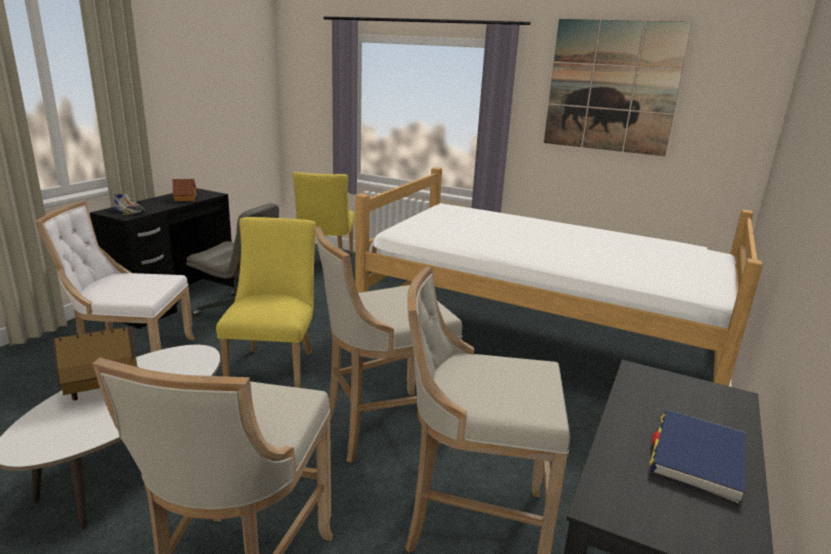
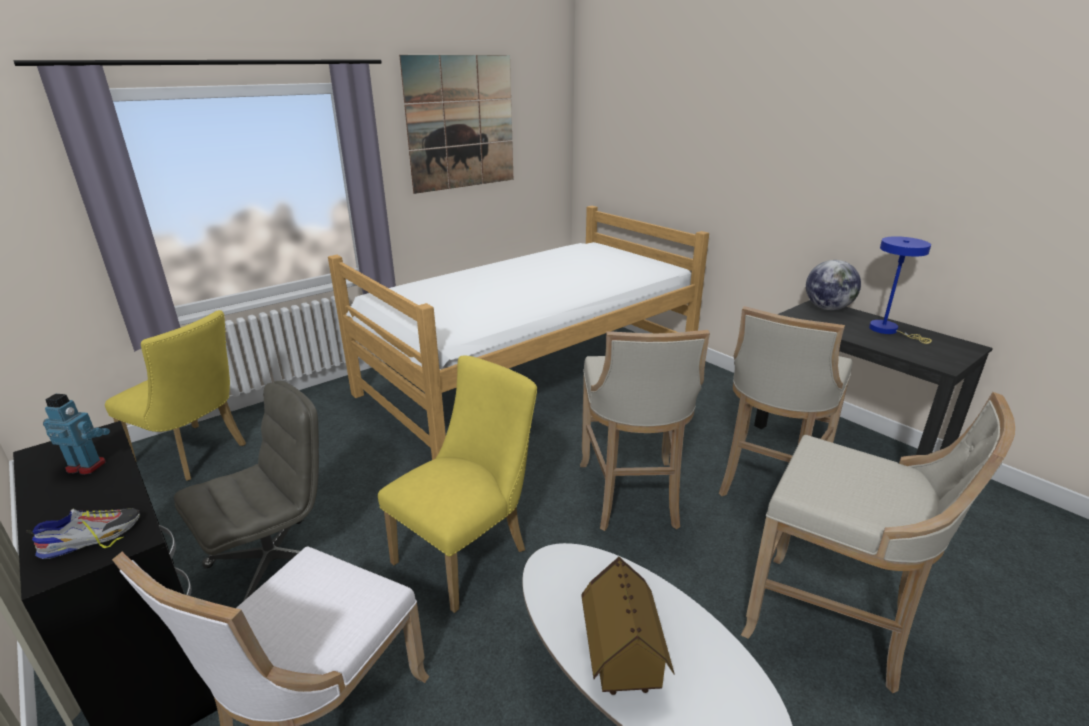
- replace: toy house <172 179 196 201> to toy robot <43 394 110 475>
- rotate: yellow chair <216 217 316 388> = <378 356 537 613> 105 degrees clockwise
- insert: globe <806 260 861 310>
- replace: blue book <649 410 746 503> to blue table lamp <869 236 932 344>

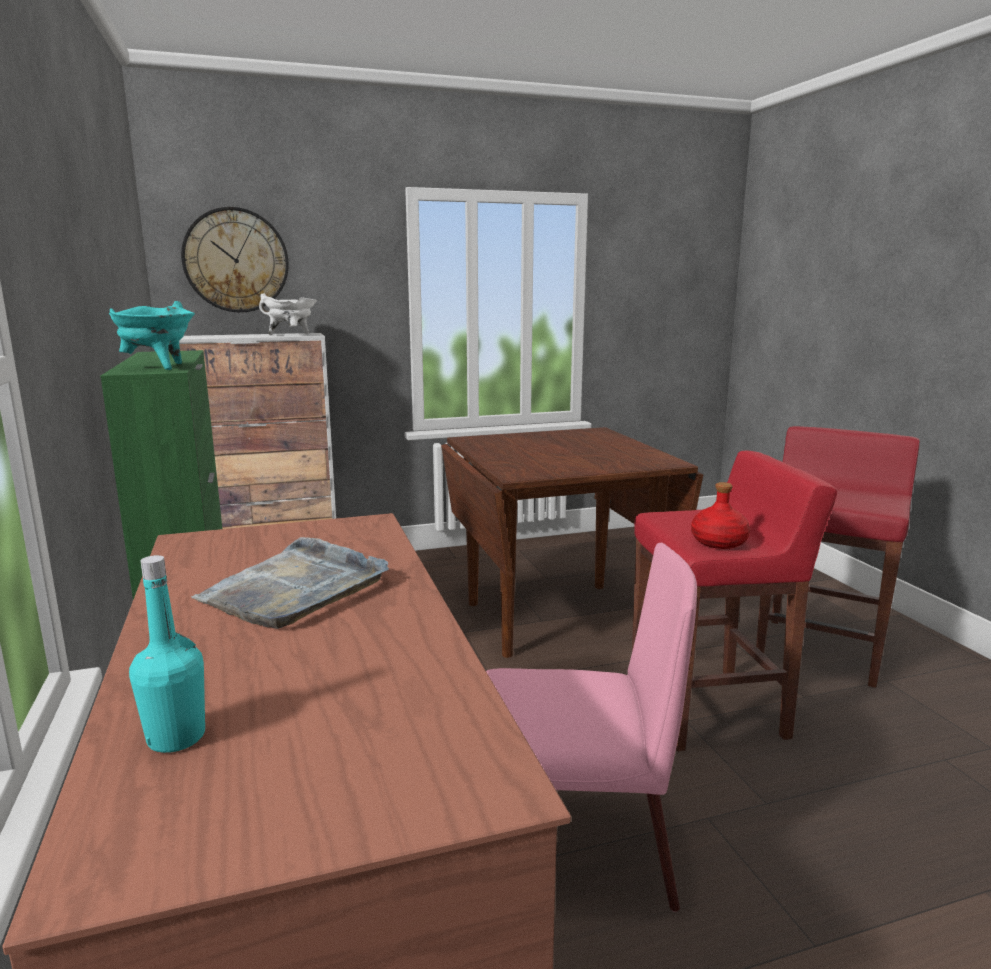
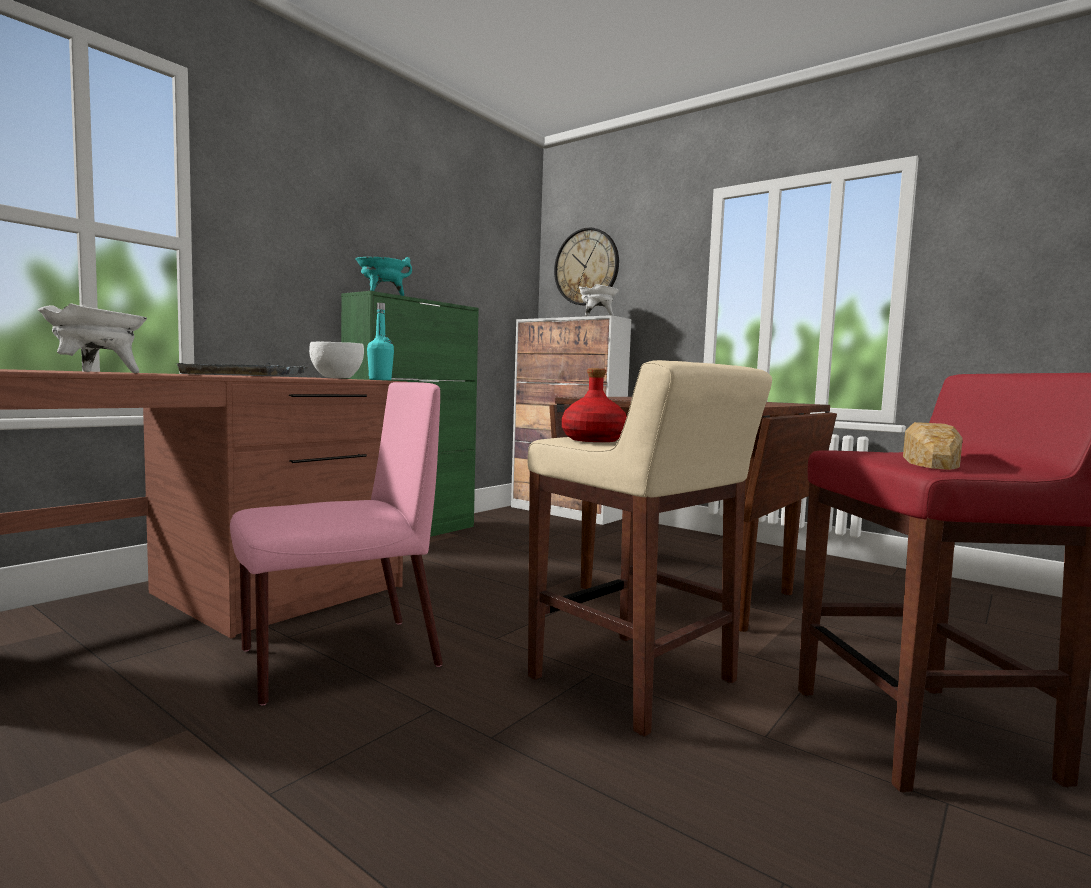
- insert: white cooking pot <38 304 147 373>
- rotate: pink chair <486 543 697 912> = <230 382 443 705> 90 degrees counterclockwise
- insert: white bowl <309 342 364 378>
- move: turquoise bottle <129 555 205 753> to <367 303 394 380>
- recolor: red stool <632 451 837 751> to beige stool <528 360 772 737>
- insert: bread <903 422 963 470>

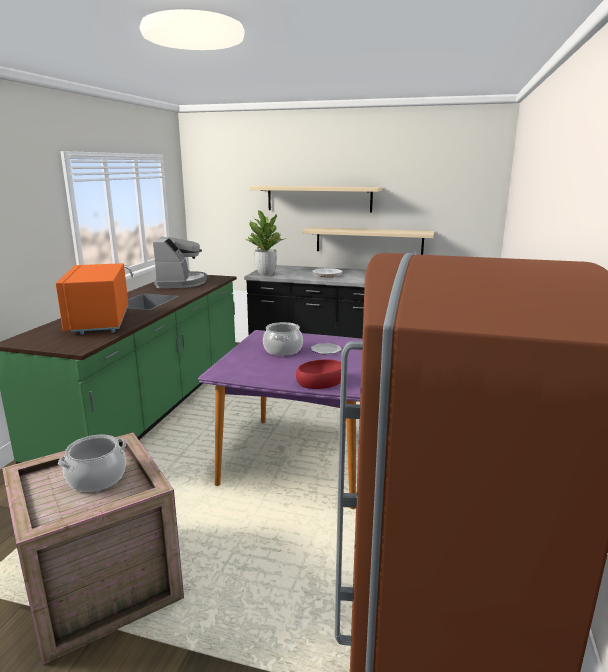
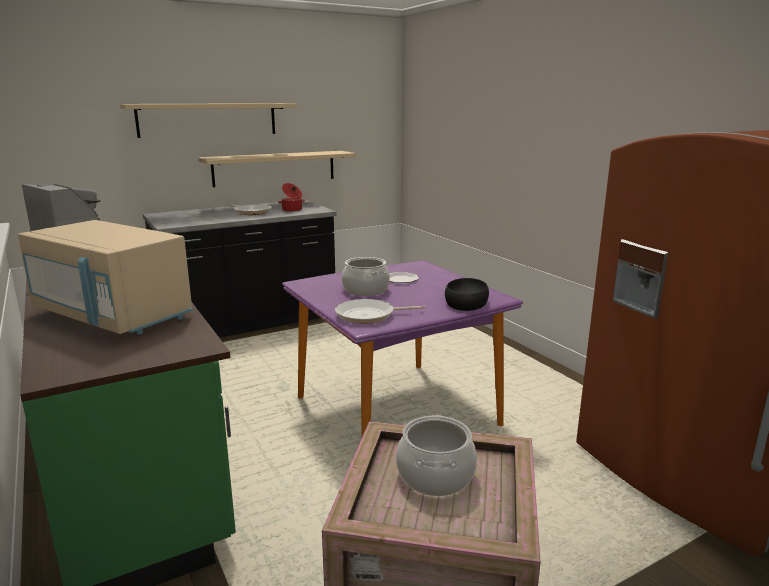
- recolor: orange microwave <55 263 128 335> to beige microwave <18 220 193 335>
- insert: cooking pot <278 183 306 212>
- insert: frying pan <335 299 425 324>
- recolor: red bowl <296 359 341 389> to black bowl <445 278 489 311>
- delete: potted plant <245 211 287 276>

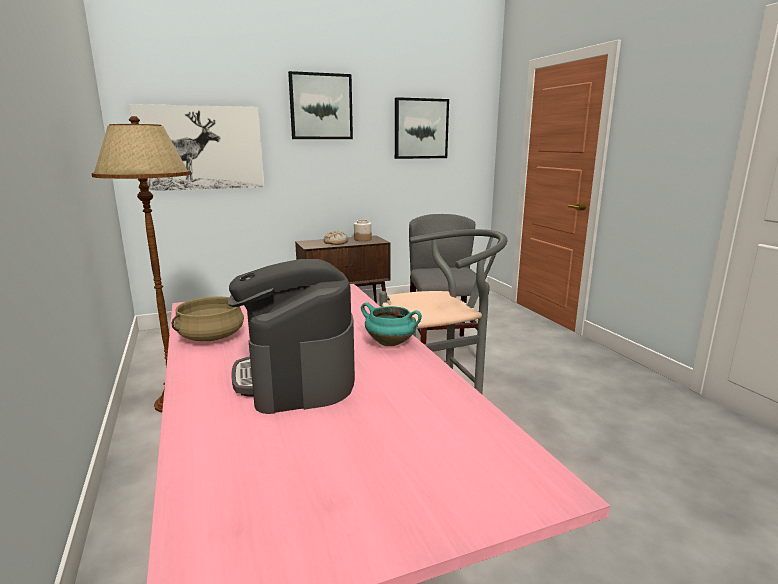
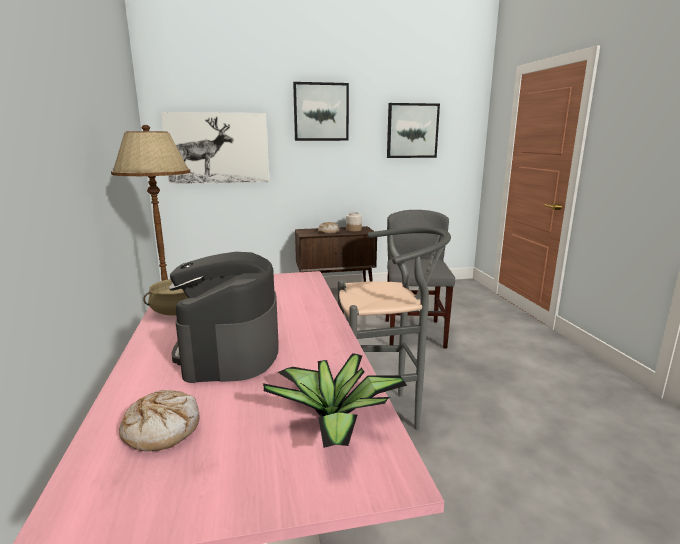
- insert: bread <119 390 199 451>
- insert: potted plant <263 353 407 448>
- delete: turquoise cooking pot <361 302 422 346>

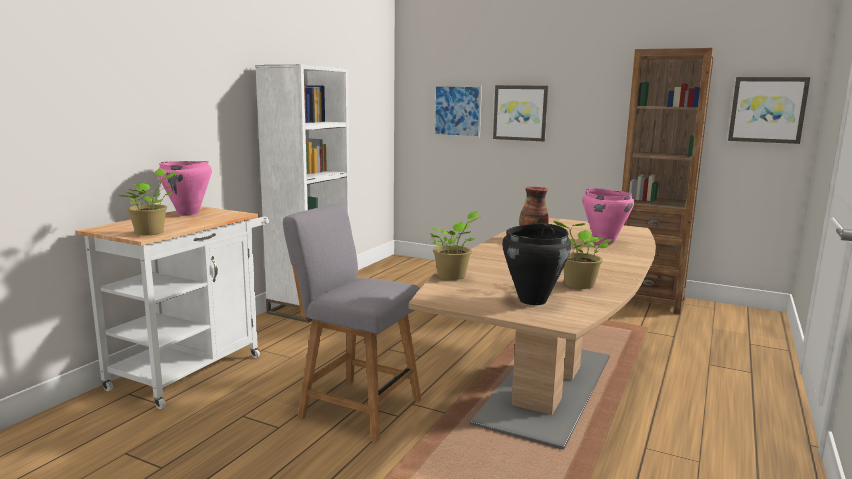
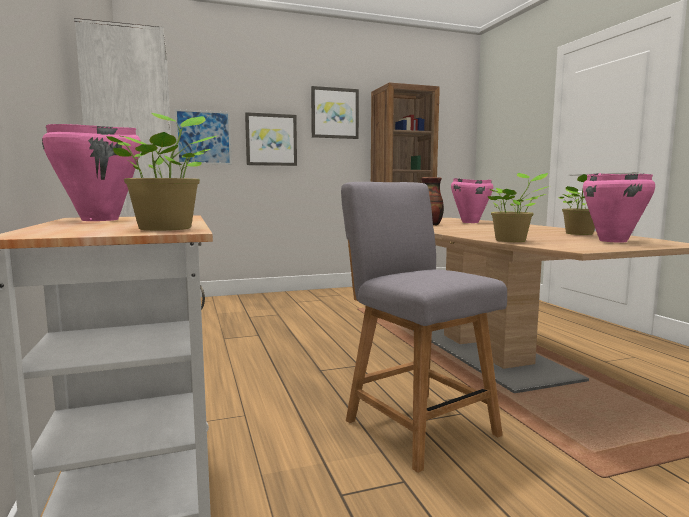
- move: picture <728 77 810 144> to <311 86 359 139>
- rotate: grey chair <283 203 422 442> = <341 182 507 473> 75 degrees clockwise
- recolor: black cooking pot <502 224 571 305> to pink cooking pot <583 173 655 242>

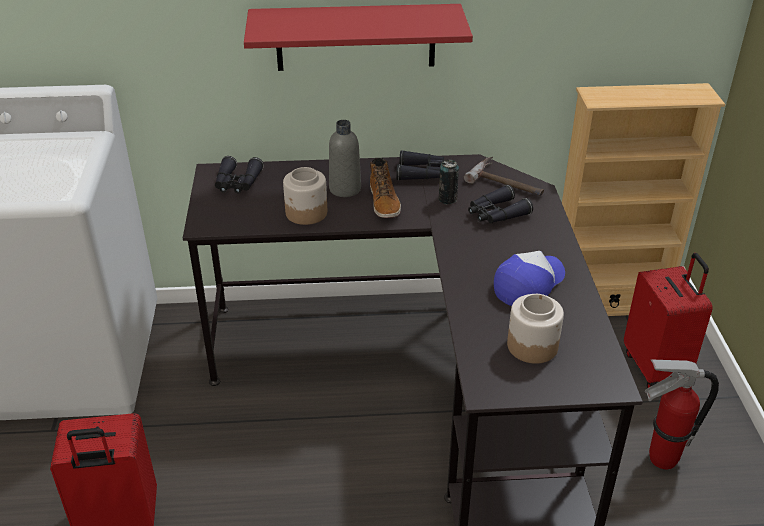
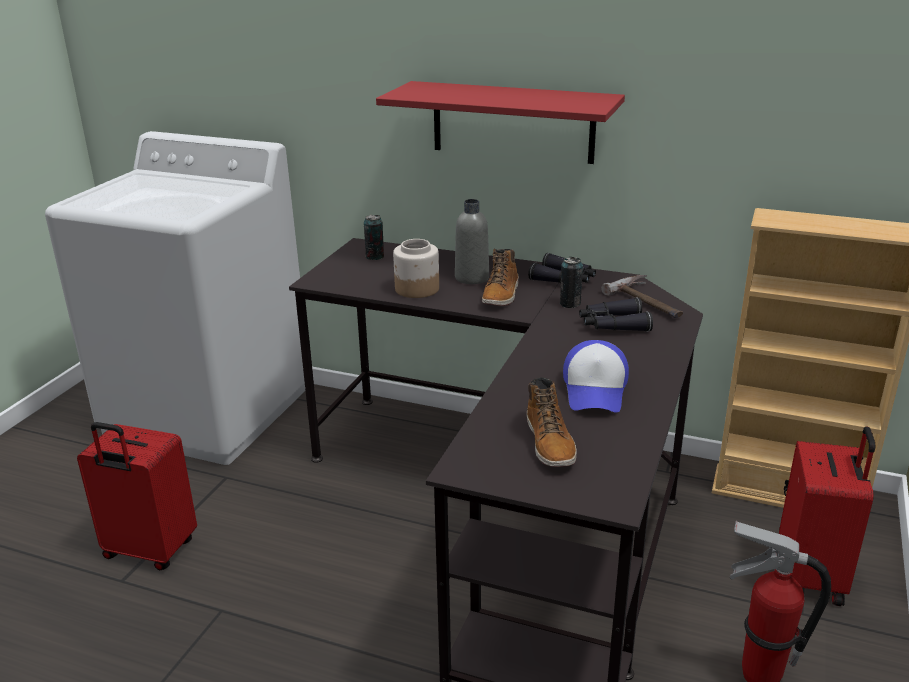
- replace: black binoculars <215 156 264 193> to can <364 215 384 260>
- replace: jar <507 294 564 364> to boot <527 377 577 467>
- rotate: cap <494 251 565 306> = <563 340 629 413> 120 degrees clockwise

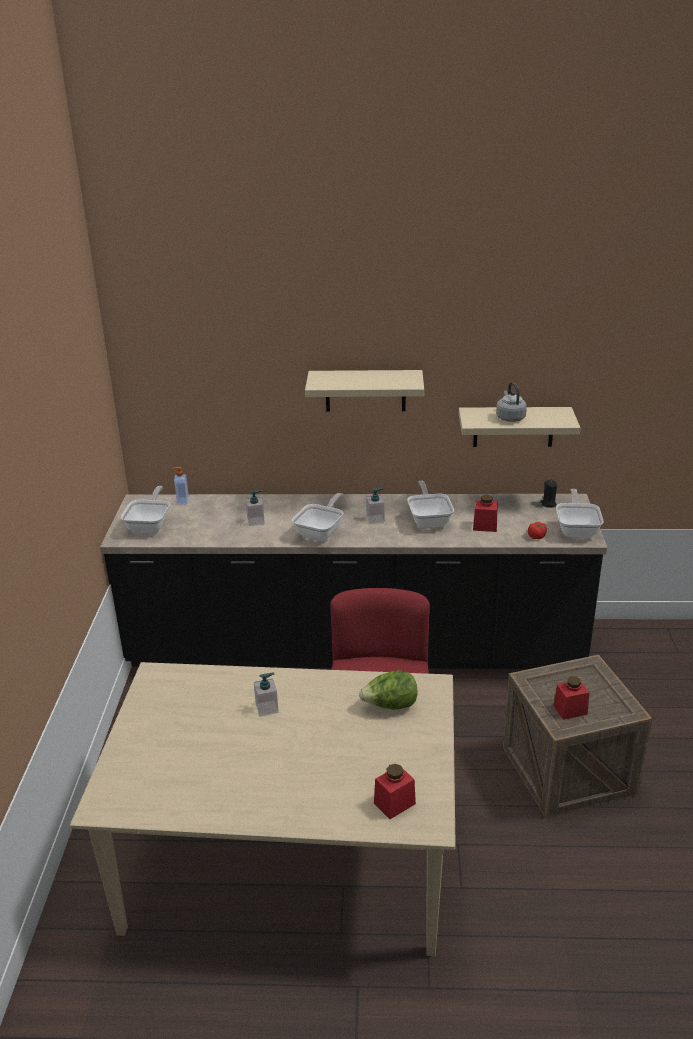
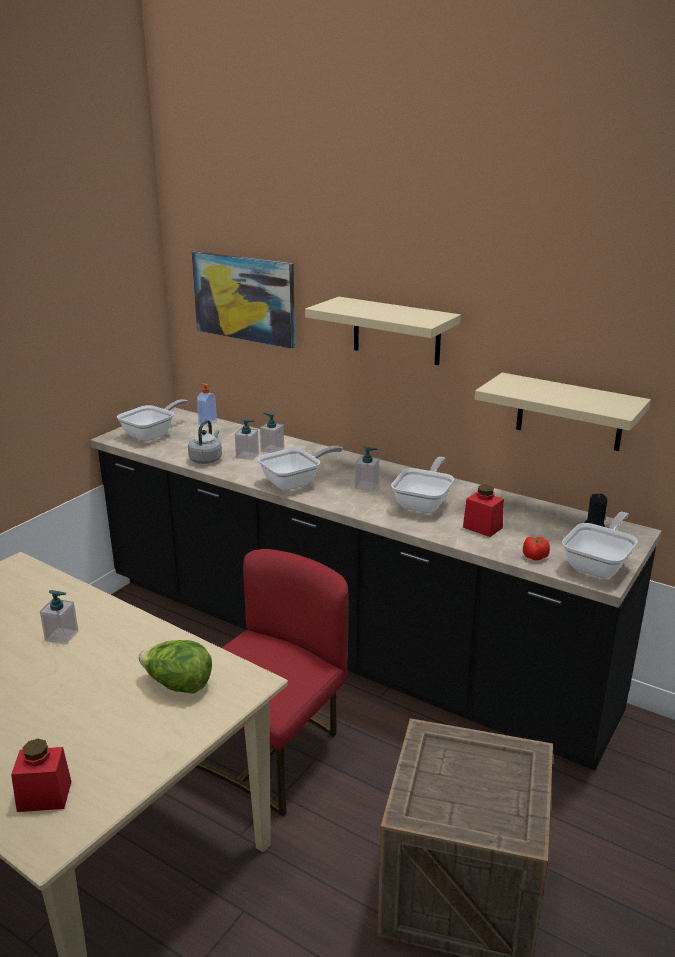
- move: grey kettle <496 382 527 422> to <188 420 222 464>
- insert: picture <191 251 295 349>
- insert: soap dispenser <260 412 284 453>
- delete: red jar <553 676 589 720>

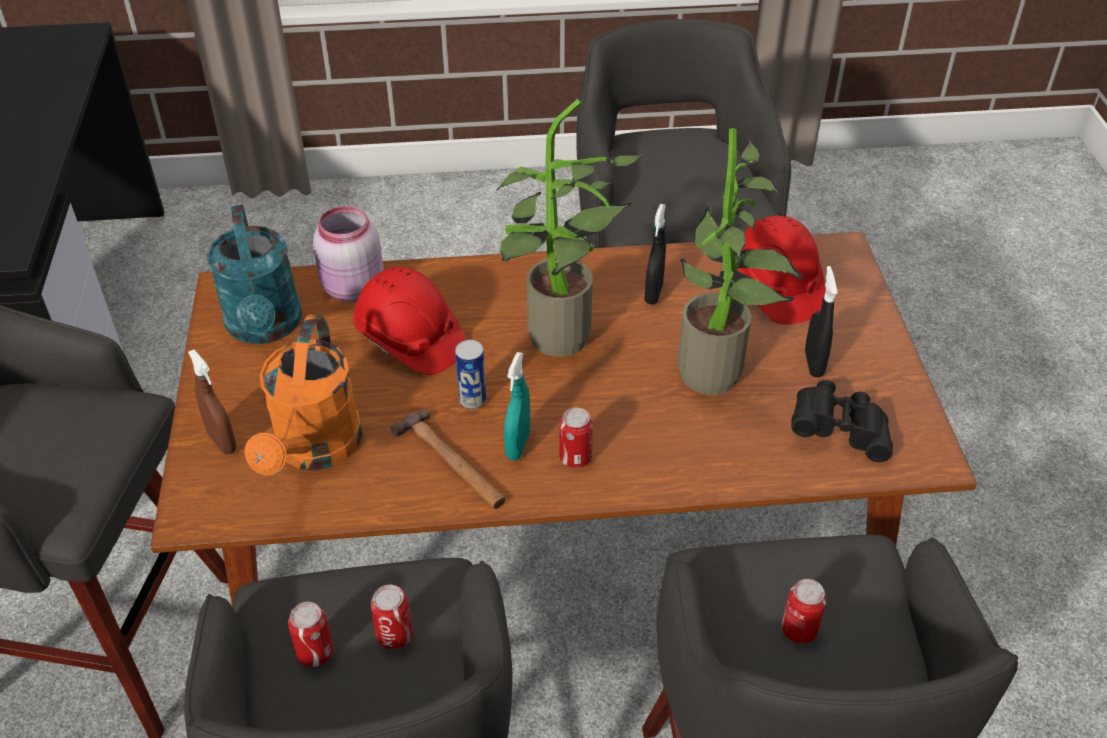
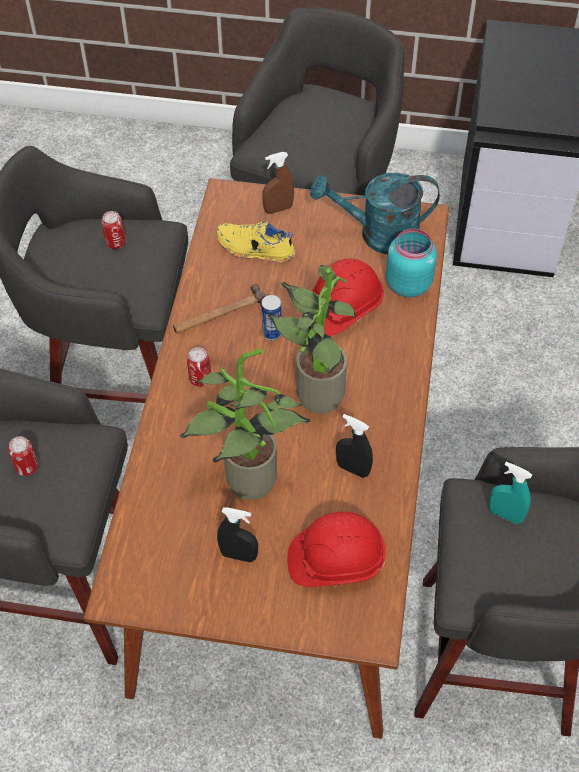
- replace: orange watering can <244 315 363 476> to yellow shoe <217 222 296 263>
- recolor: pink jar <313 206 384 302> to turquoise jar <386 229 437 298>
- move: turquoise spray bottle <504 352 530 461> to <489 462 532 524>
- delete: can <371 585 413 649>
- delete: black binoculars <791 380 893 462>

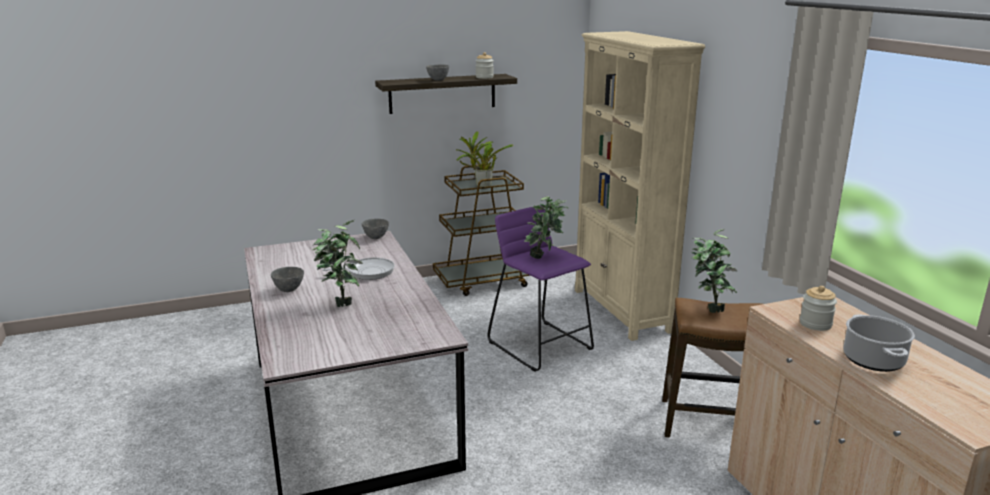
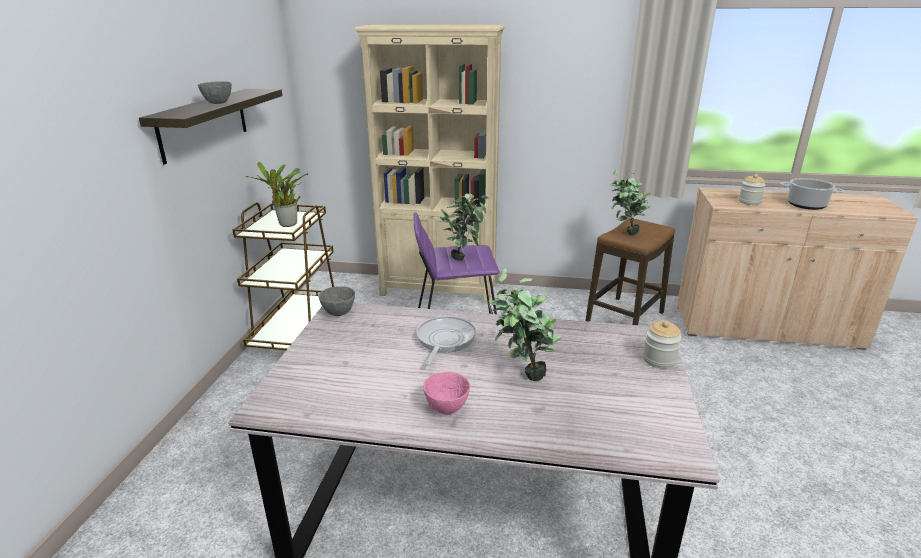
- recolor: grey bowl <271 267 304 292> to pink bowl <423 372 470 414>
- move: jar <476 52 494 79> to <643 321 682 369>

